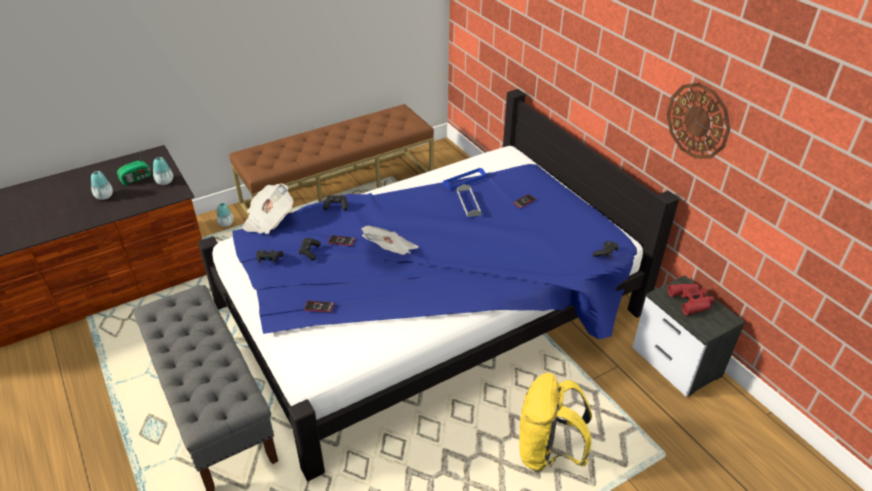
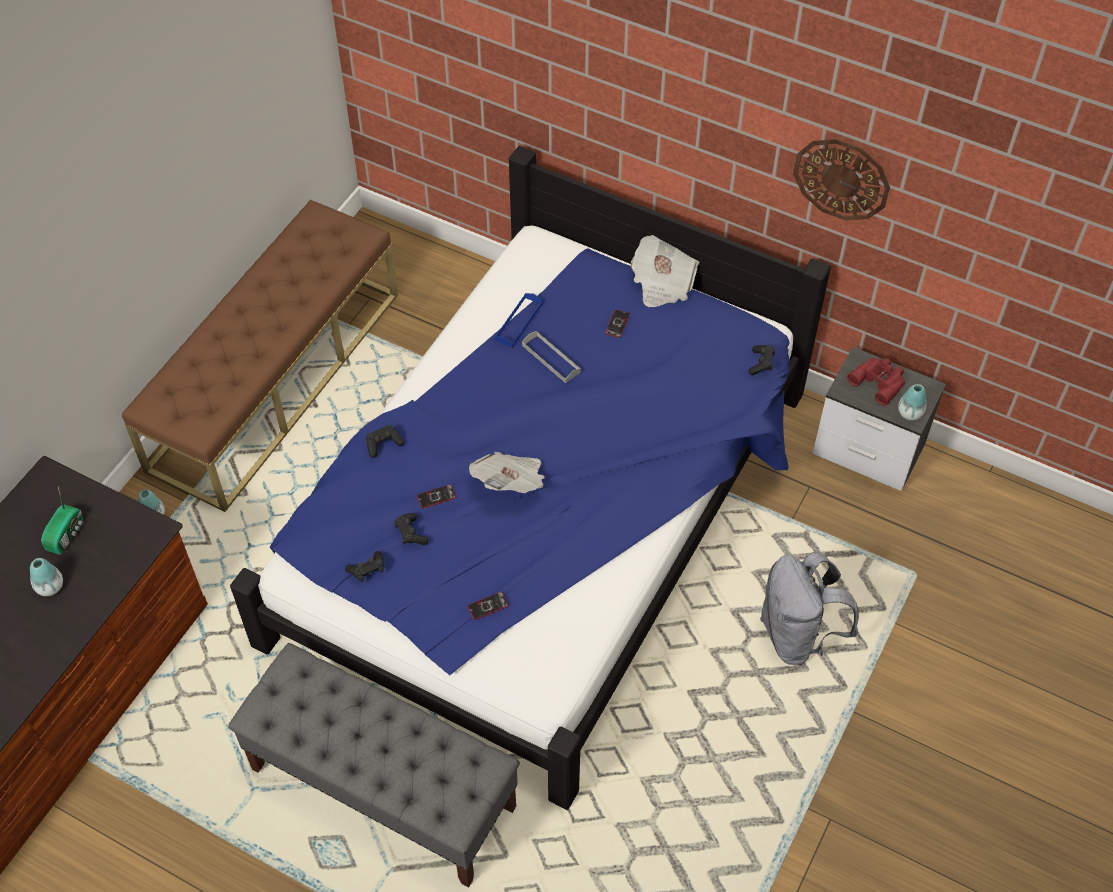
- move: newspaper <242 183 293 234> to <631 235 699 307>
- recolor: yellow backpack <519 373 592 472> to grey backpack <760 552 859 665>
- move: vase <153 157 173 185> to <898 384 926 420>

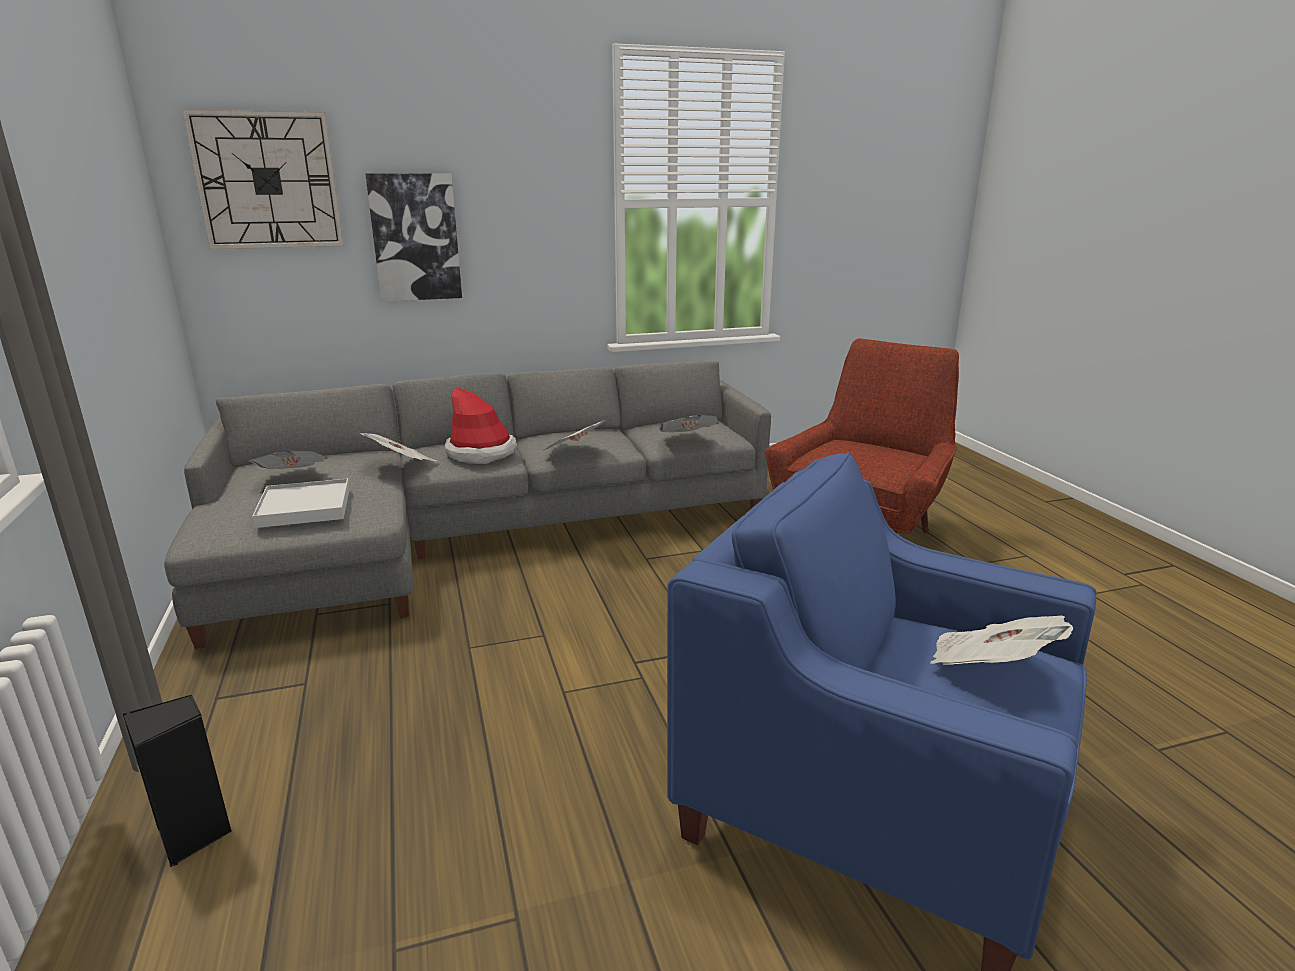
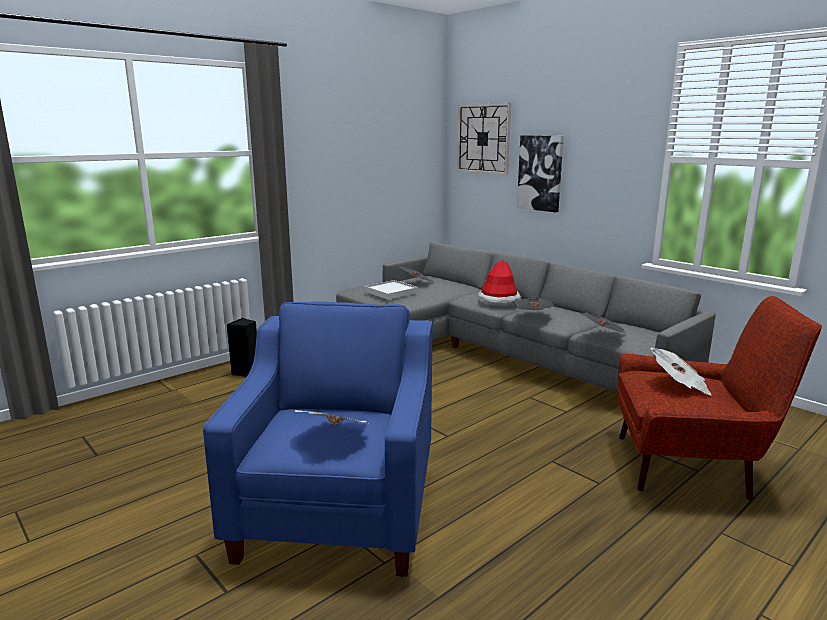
- move: newspaper <359 433 436 461> to <651 347 711 395>

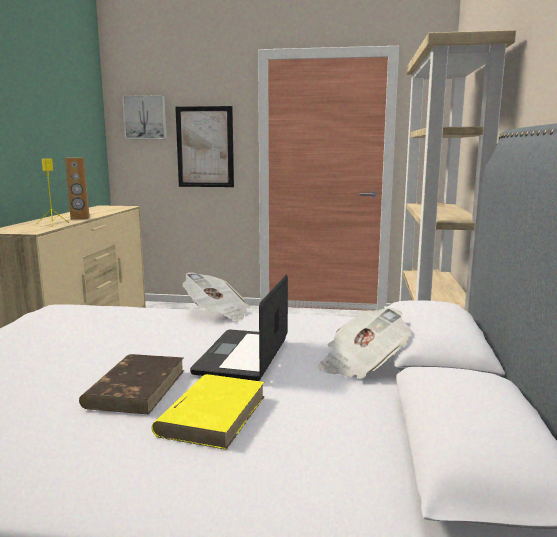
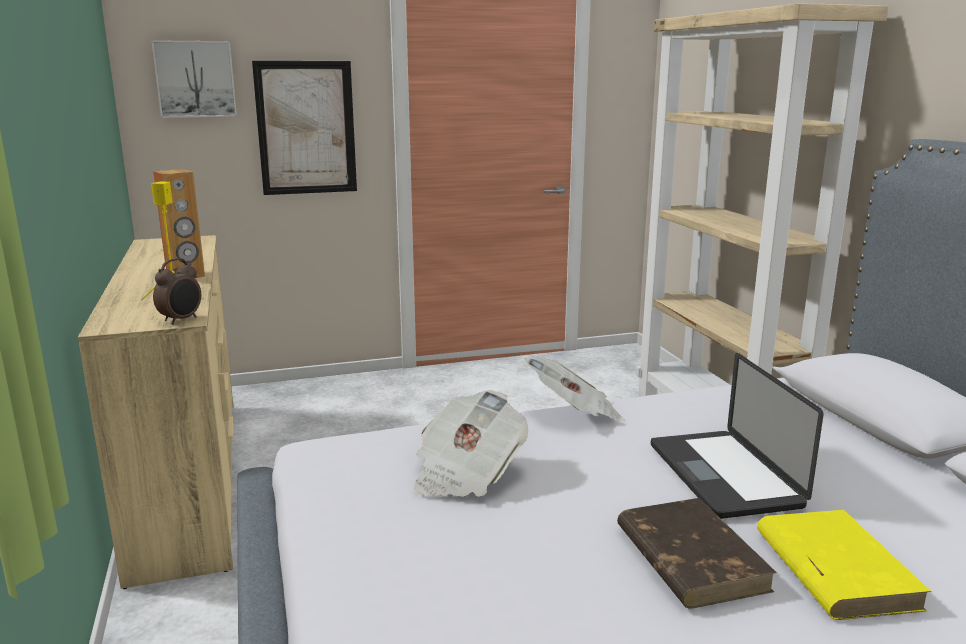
- insert: alarm clock <153 258 201 324>
- move: newspaper <318 308 411 378> to <414 390 528 497>

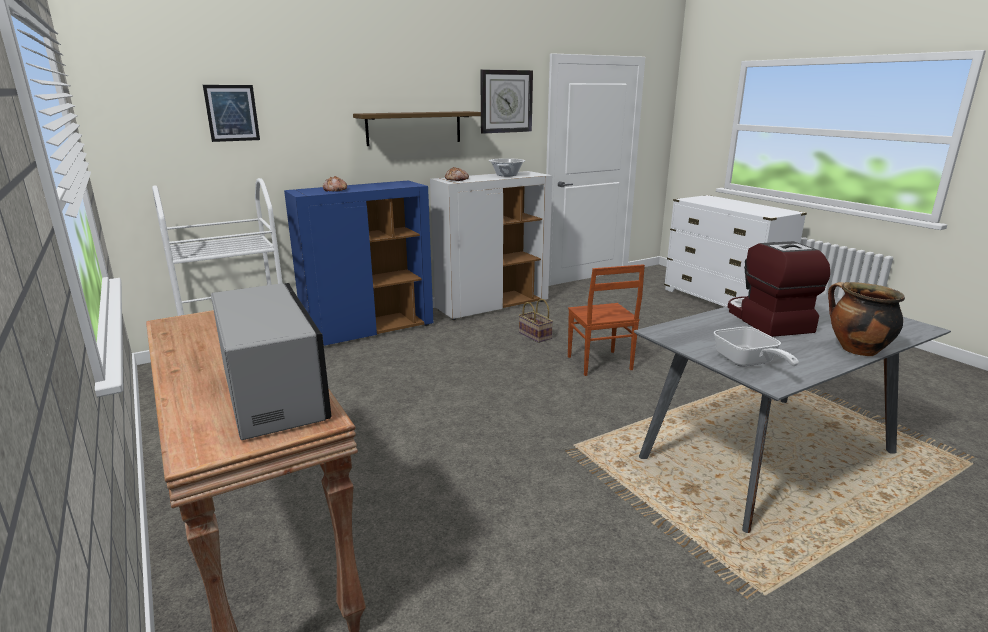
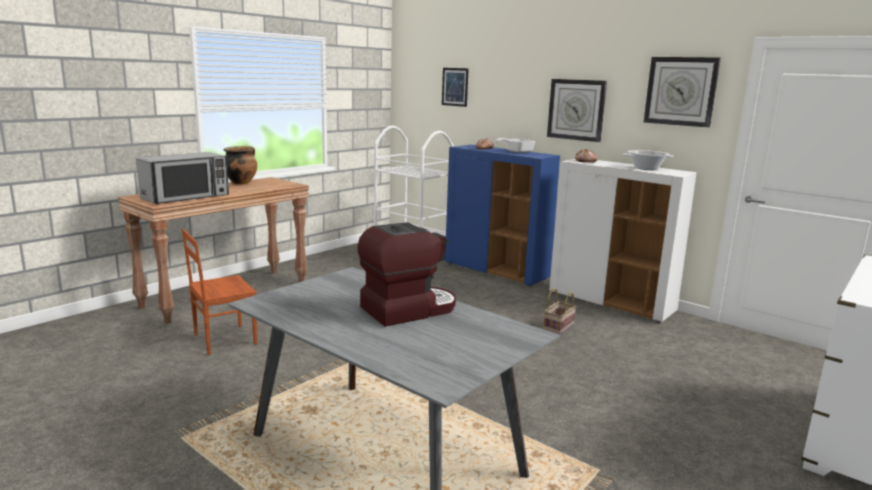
- move: brown chair <568 264 645 376> to <182 228 257 355>
- move: cooking pot <828 282 905 356> to <224 146 257 185>
- move: frying pan <714 327 799 367> to <496 138 535 153>
- replace: shelf <353 111 481 146> to wall clock <547 79 607 142>

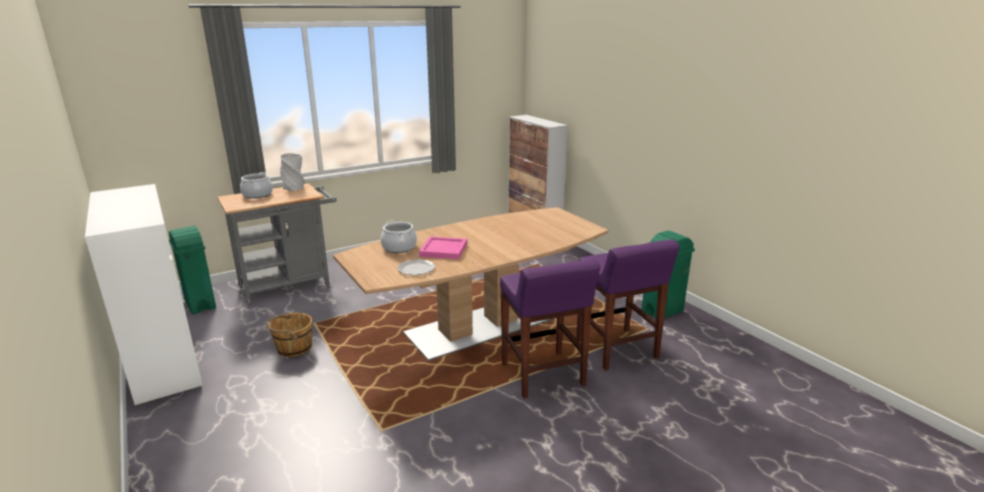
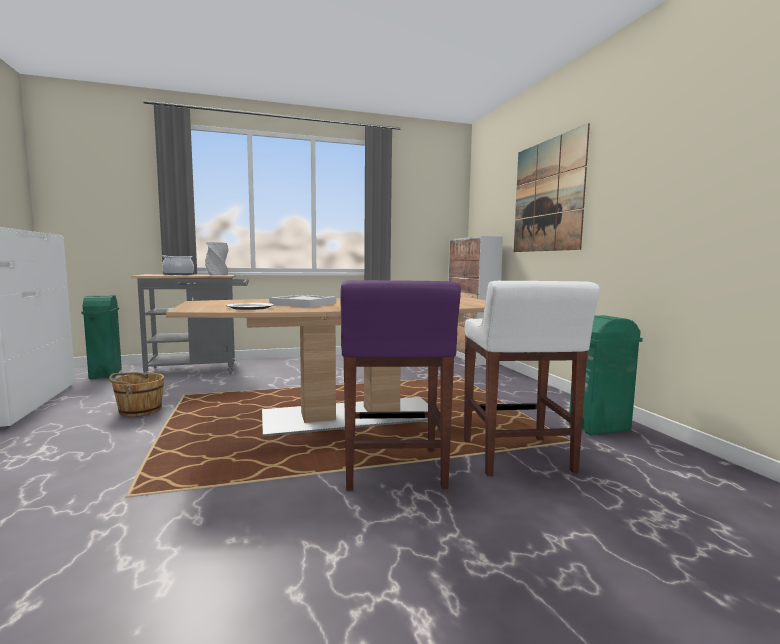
- recolor: pink tray <419 236 467 259> to white tray <269 295 336 307>
- recolor: purple stool <577 240 680 371> to white stool <464 281 600 476>
- insert: picture <514 123 590 252>
- delete: cooking pot <381 220 417 253>

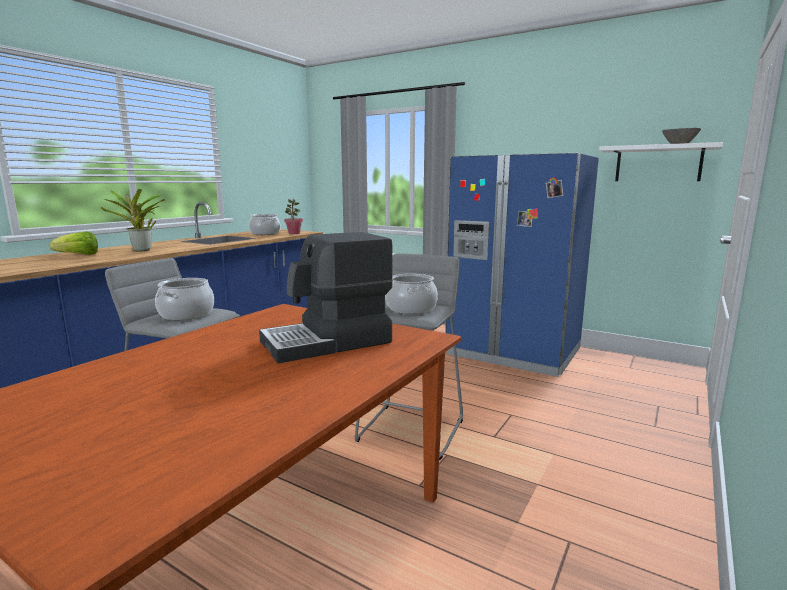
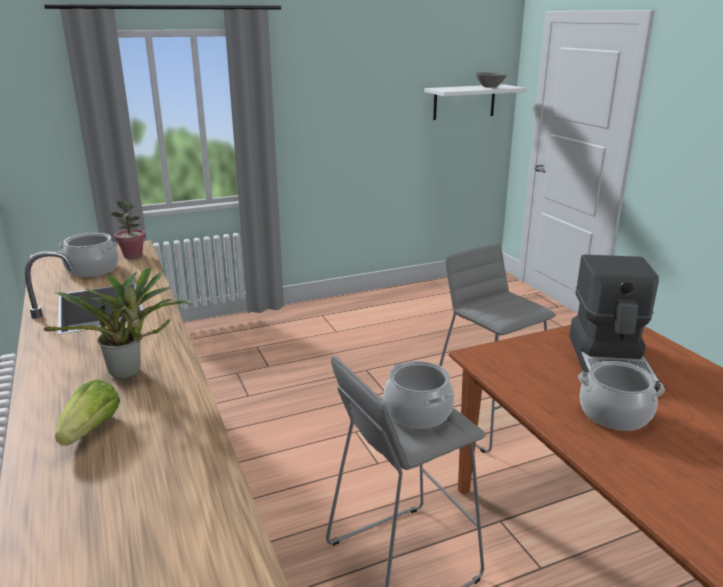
- move: cooking pot <386 274 438 314> to <578 361 665 431>
- delete: blue fridge <445 153 599 377>

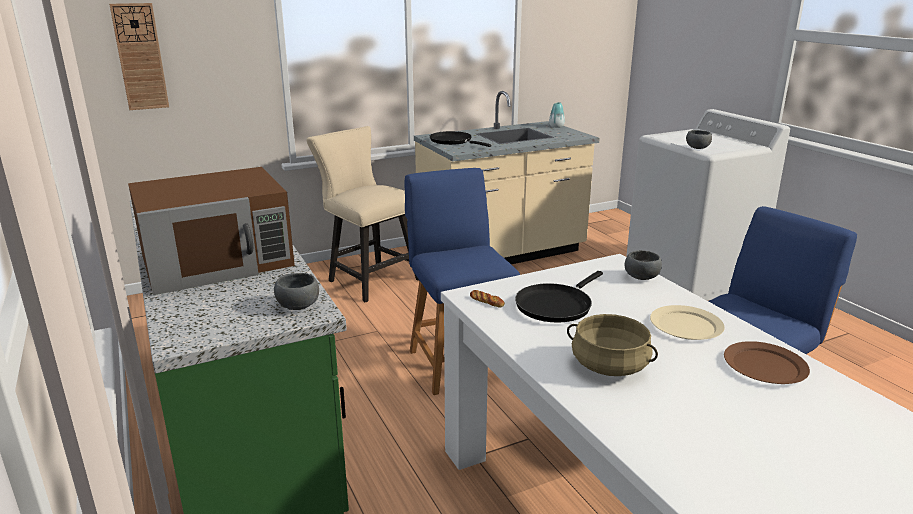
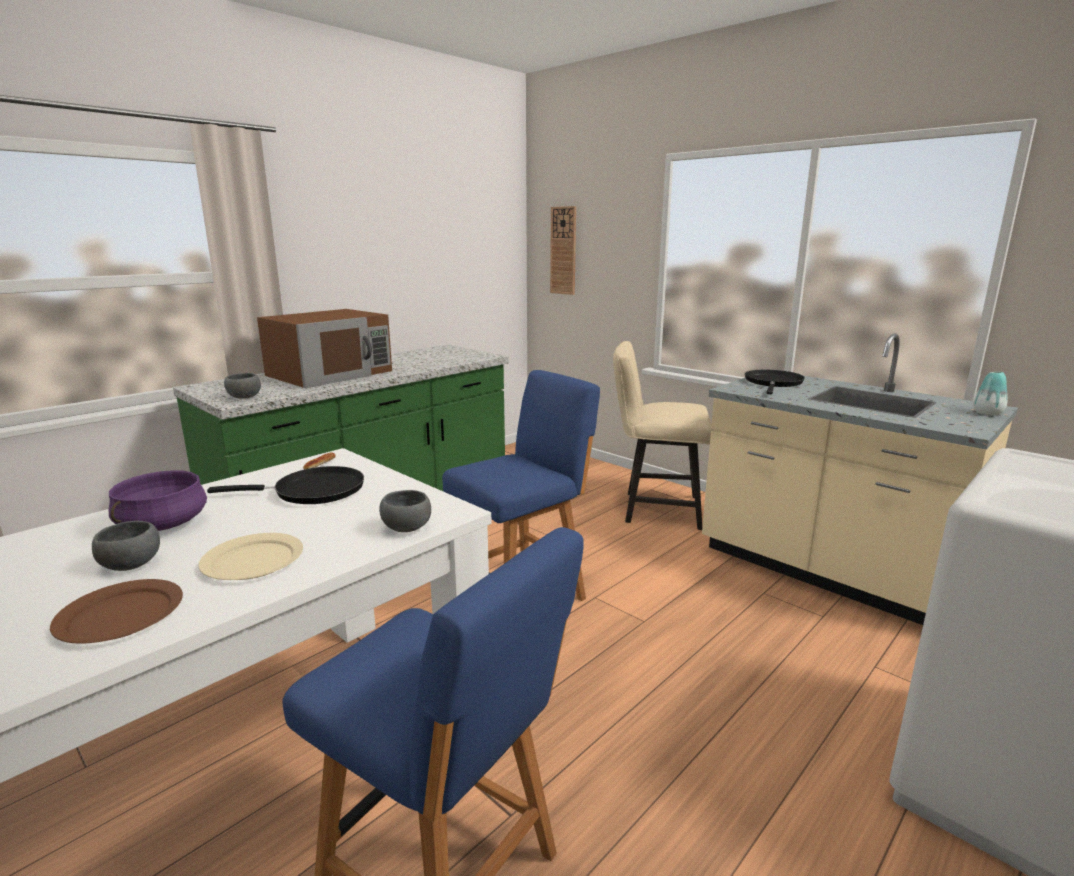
- move: grey bowl <686 130 712 149> to <92 521 160 571>
- recolor: beige cooking pot <567 314 658 376> to purple cooking pot <109 470 207 531>
- rotate: black frying pan <515 271 603 323> = <207 466 364 504> 150 degrees clockwise
- rotate: brown microwave <128 167 295 295> = <257 309 392 388> 90 degrees counterclockwise
- rotate: beige chair <306 126 419 303> = <613 341 713 530> 105 degrees counterclockwise

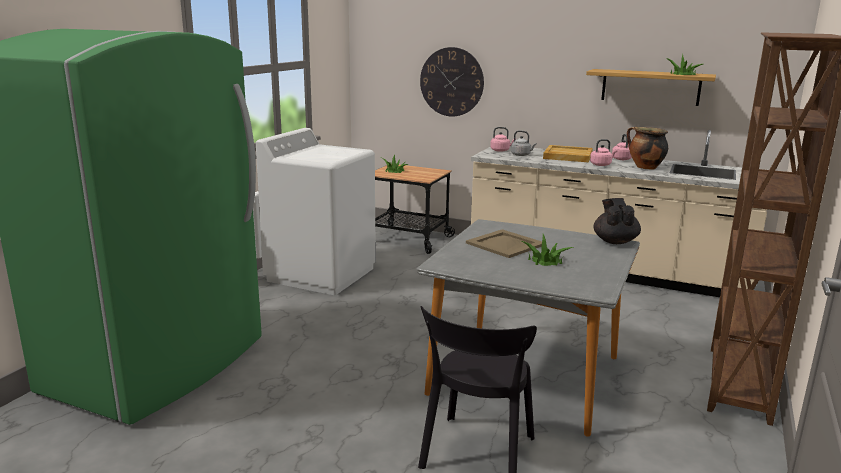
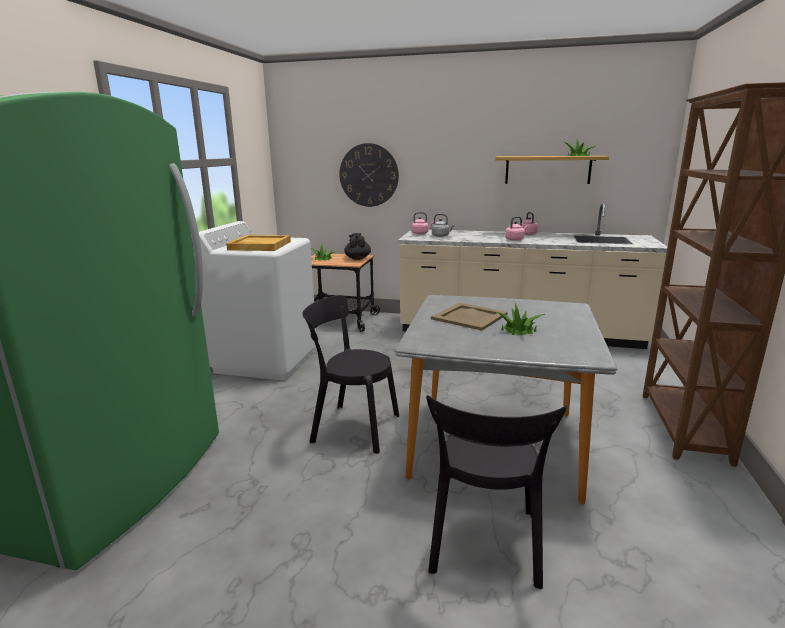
- move: beige tray <543 145 593 162> to <226 235 291 251>
- insert: black chair <302 295 399 454>
- move: black teapot <594 198 641 244> to <344 233 371 260>
- delete: cooking pot <627 127 668 169>

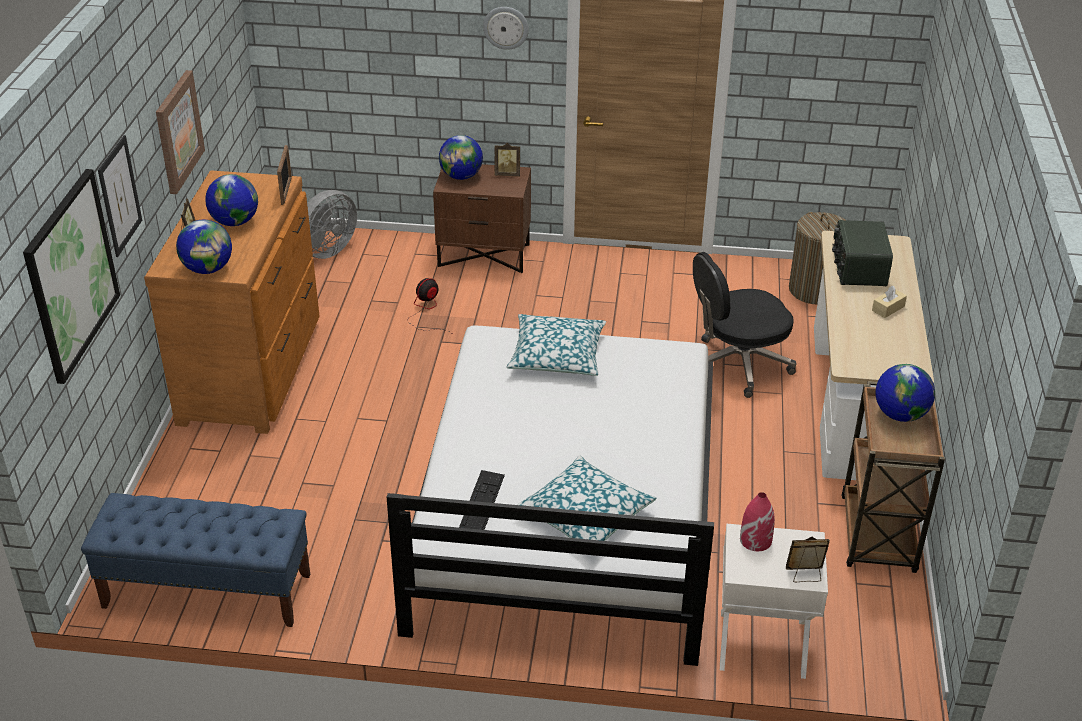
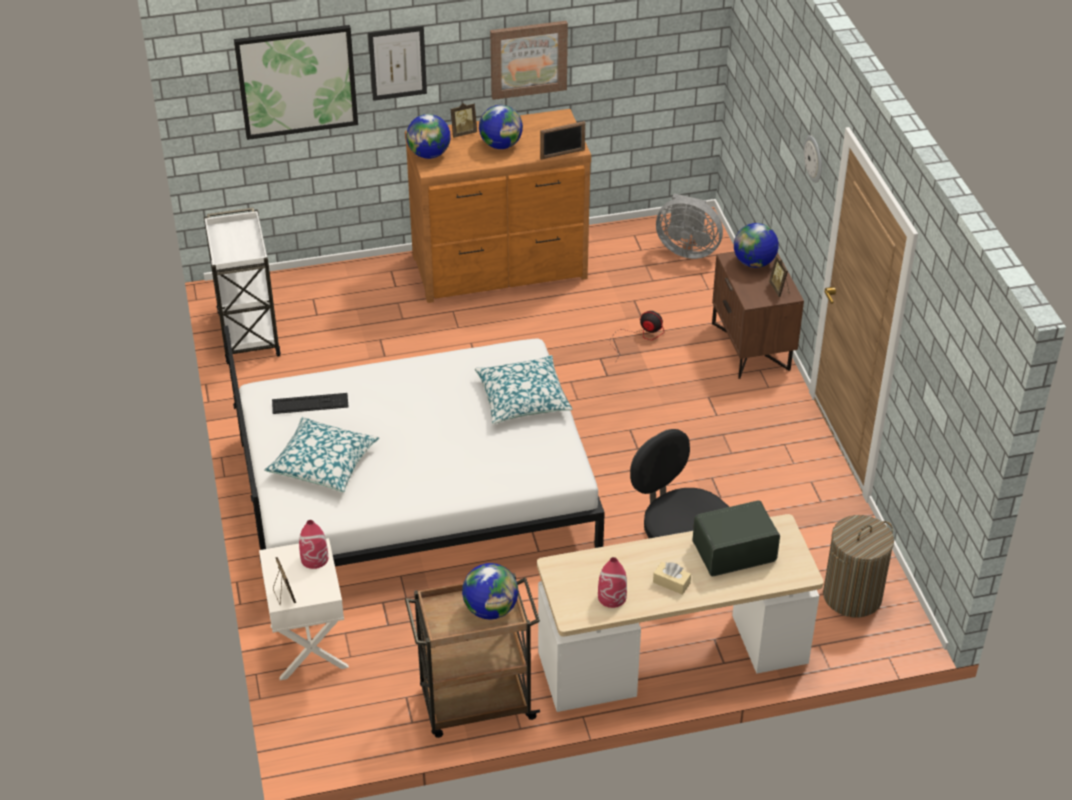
- replace: blue bench <81 493 310 627> to white cart <204 208 281 364>
- insert: red vase <598 557 627 608>

